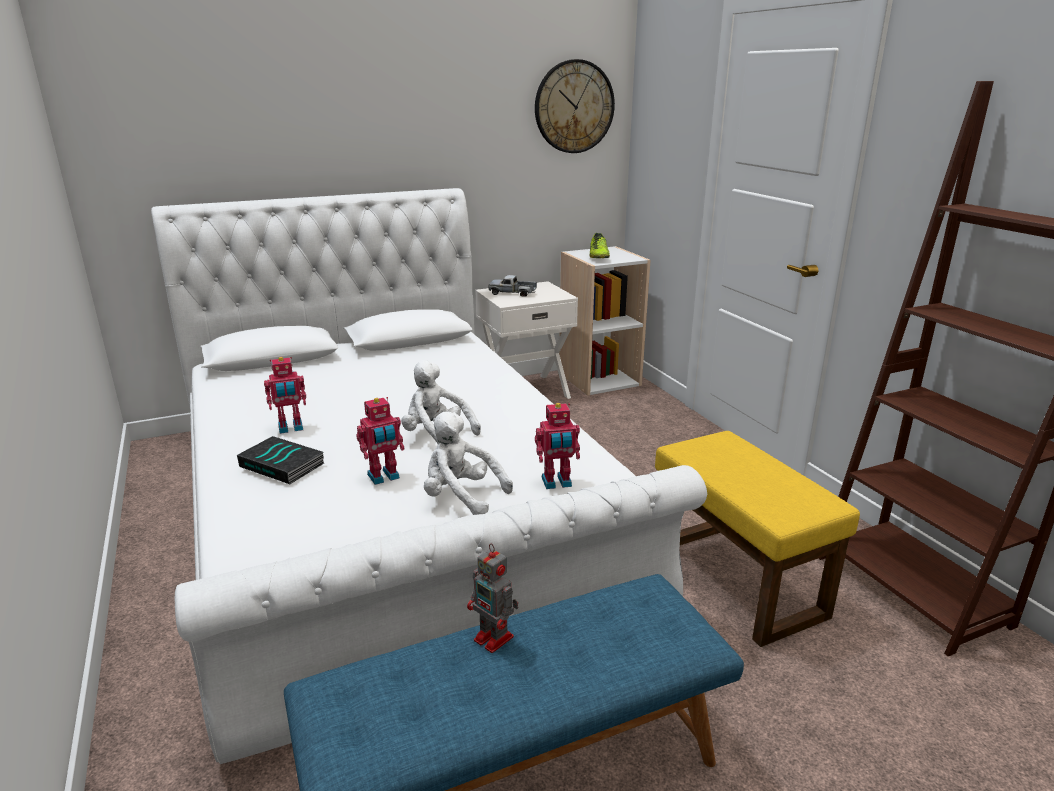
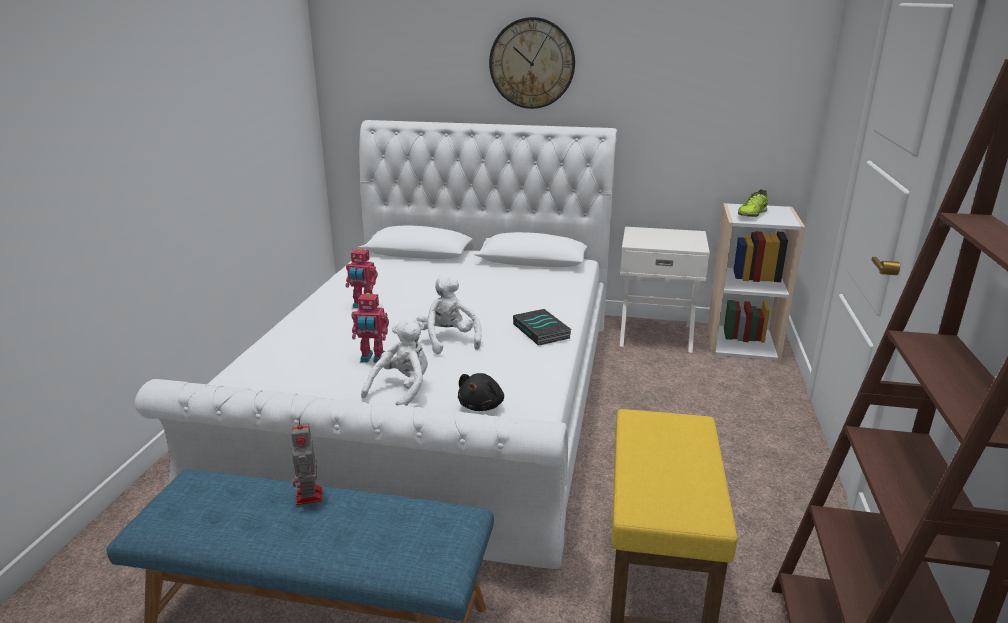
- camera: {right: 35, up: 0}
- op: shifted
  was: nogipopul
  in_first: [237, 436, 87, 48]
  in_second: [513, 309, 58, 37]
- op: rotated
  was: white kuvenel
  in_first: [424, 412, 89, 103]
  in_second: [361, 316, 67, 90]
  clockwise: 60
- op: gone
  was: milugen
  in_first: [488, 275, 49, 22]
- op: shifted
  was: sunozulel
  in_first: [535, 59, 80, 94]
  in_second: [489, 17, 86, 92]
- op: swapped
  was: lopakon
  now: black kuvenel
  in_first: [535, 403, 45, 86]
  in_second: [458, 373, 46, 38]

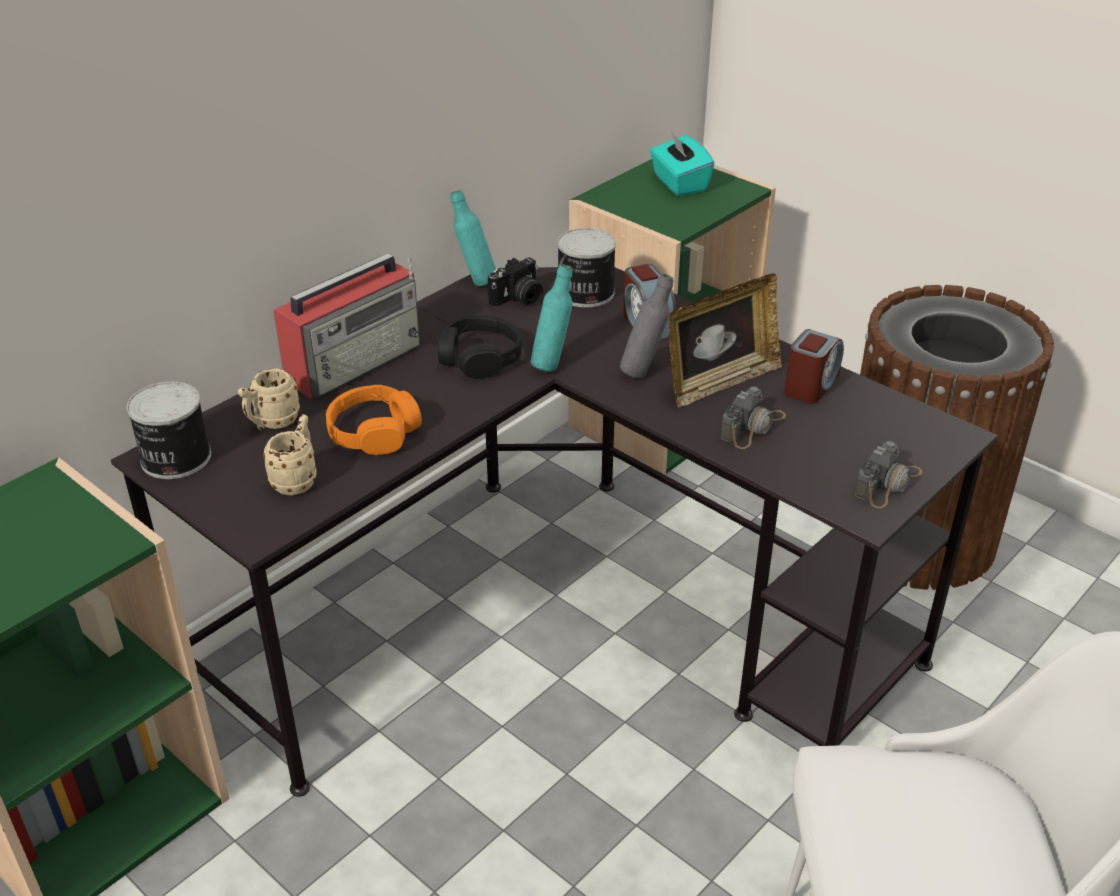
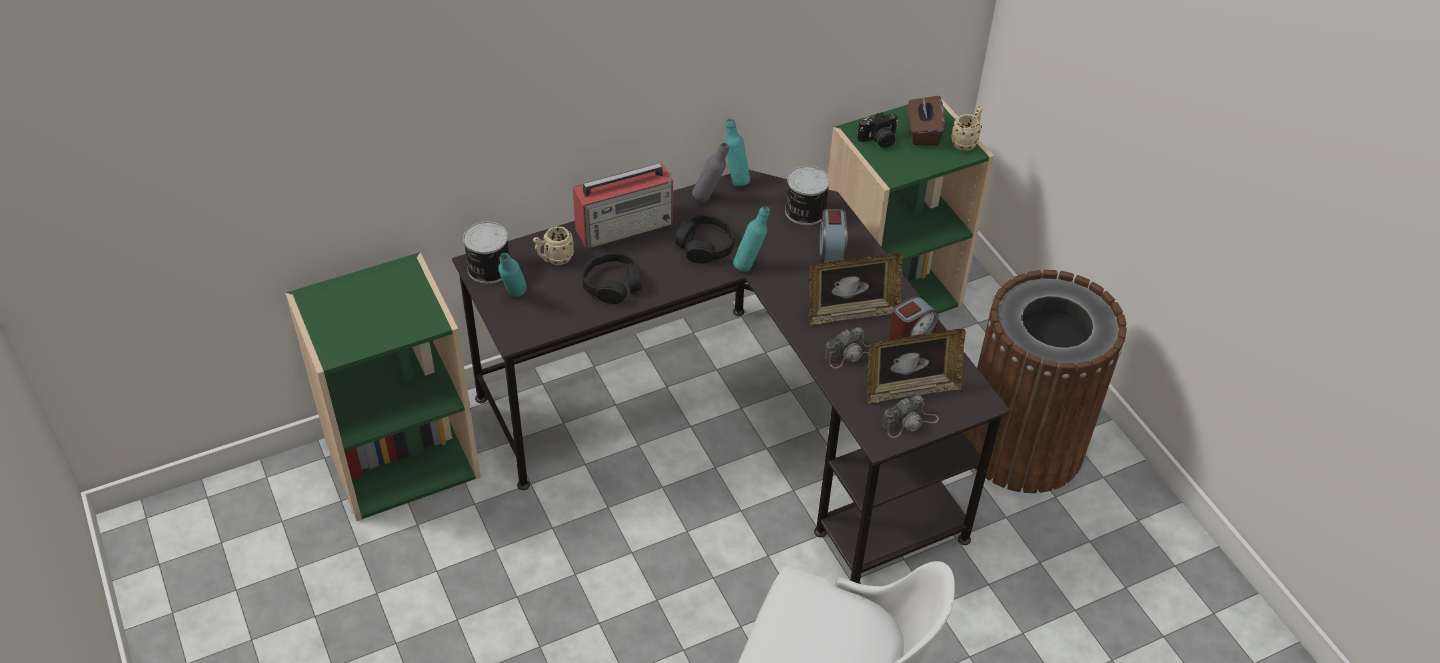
- camera: {right: 20, up: 10}
- op: shifted
  was: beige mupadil
  in_first: [263, 414, 54, 81]
  in_second: [951, 107, 32, 44]
- op: repainted
  was: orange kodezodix
  now: black kodezodix
  in_first: [326, 385, 96, 70]
  in_second: [582, 252, 59, 52]
- op: shifted
  was: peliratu
  in_first: [488, 257, 55, 49]
  in_second: [857, 112, 41, 36]
- op: shifted
  was: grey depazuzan
  in_first: [620, 274, 53, 104]
  in_second: [692, 143, 37, 59]
- op: repainted
  was: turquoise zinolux
  now: brown zinolux
  in_first: [650, 131, 64, 65]
  in_second: [908, 95, 37, 51]
- op: new
  now: turquoise depazuzan
  in_second: [498, 253, 29, 44]
- op: new
  now: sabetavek
  in_second: [866, 329, 100, 74]

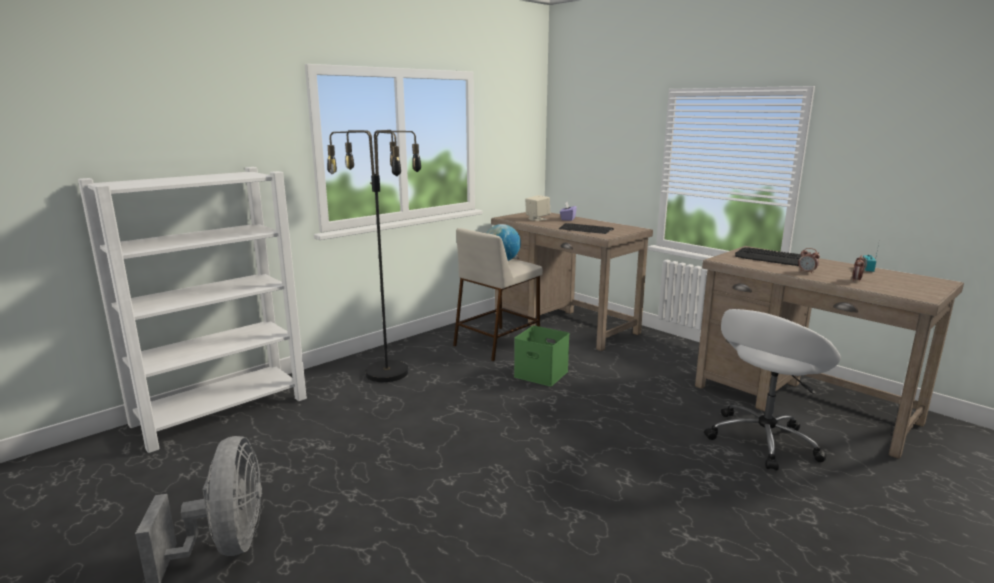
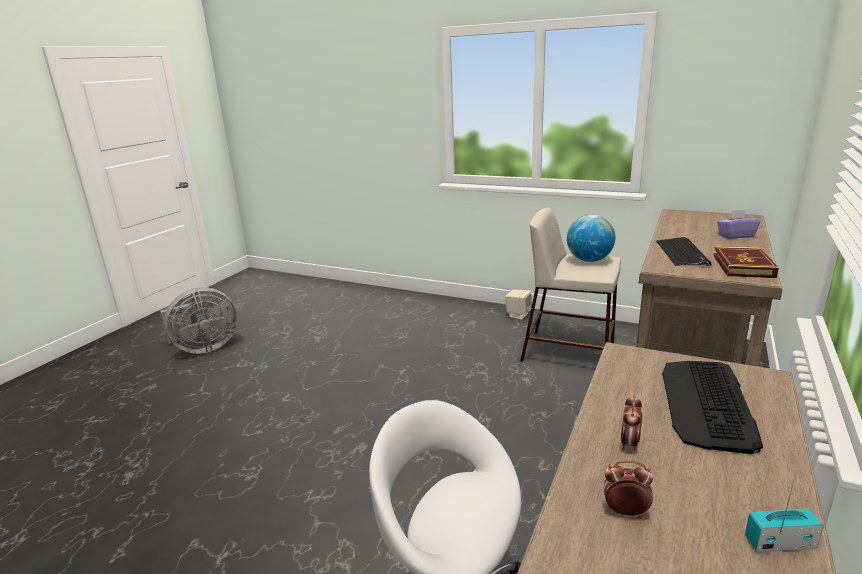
- camera: {right: 70, up: 5}
- op: gone
  was: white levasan
  in_first: [78, 167, 229, 286]
- op: gone
  was: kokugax
  in_first: [327, 130, 94, 252]
- op: gone
  was: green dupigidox
  in_first: [514, 326, 56, 61]
- op: shifted
  was: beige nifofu
  in_first: [525, 195, 25, 26]
  in_second: [505, 289, 27, 31]
- op: new
  now: nogipopul
  in_second: [713, 246, 66, 32]

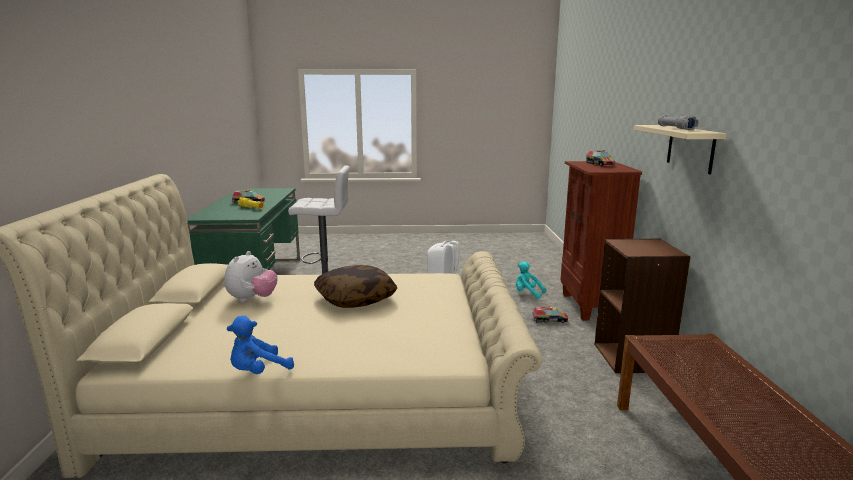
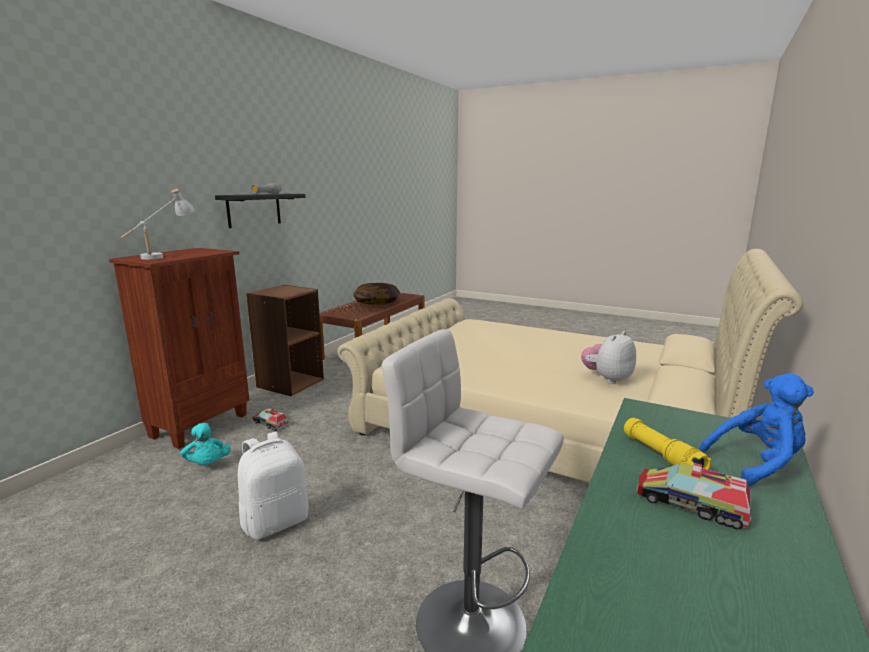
- camera: {right: -150, up: 0}
- op: shifted
  was: blue kuvenel
  in_first: [227, 316, 67, 58]
  in_second: [699, 373, 115, 114]
- op: shifted
  was: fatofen
  in_first: [314, 265, 83, 43]
  in_second: [353, 283, 47, 22]
- op: swapped
  was: milugen
  now: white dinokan
  in_first: [586, 150, 29, 16]
  in_second: [120, 189, 74, 71]
- op: repainted
  was: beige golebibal
  now: black golebibal
  in_first: [634, 125, 93, 49]
  in_second: [215, 194, 91, 34]

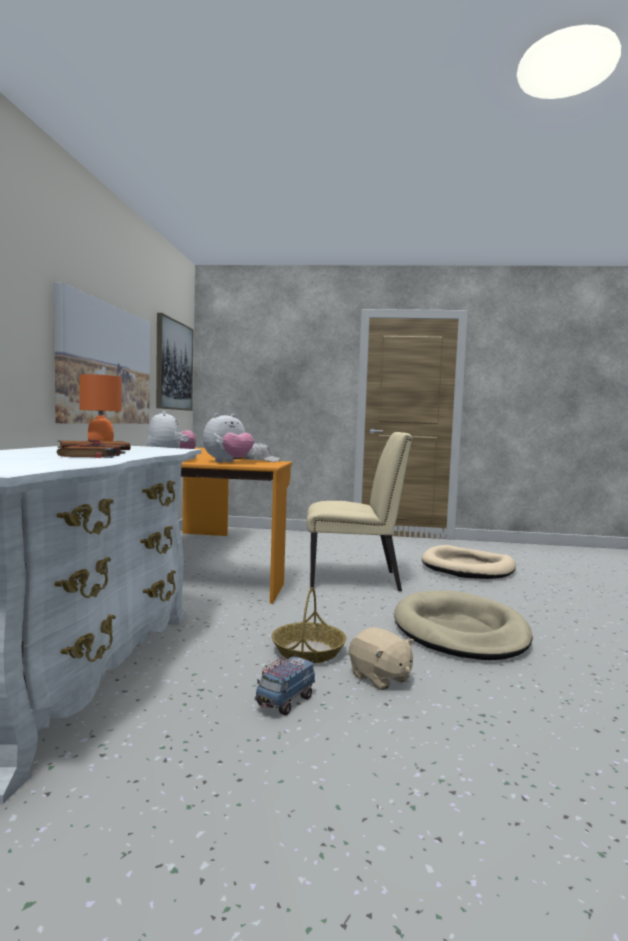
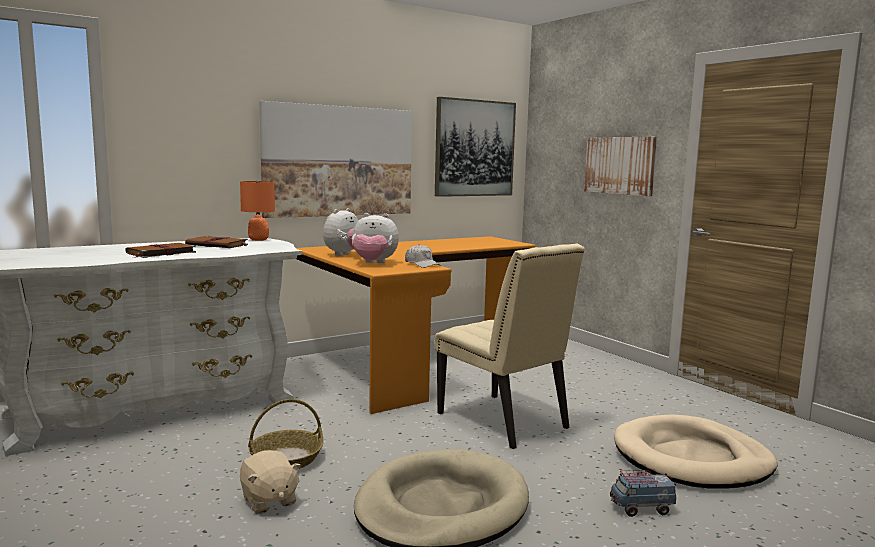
- camera: {right: 50, up: 5}
- op: shifted
  was: milugen
  in_first: [255, 654, 60, 61]
  in_second: [610, 470, 66, 47]
- op: rotated
  was: beige kuvenel
  in_first: [349, 627, 65, 63]
  in_second: [240, 450, 61, 64]
  clockwise: -45
- op: new
  now: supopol
  in_second: [584, 137, 73, 59]

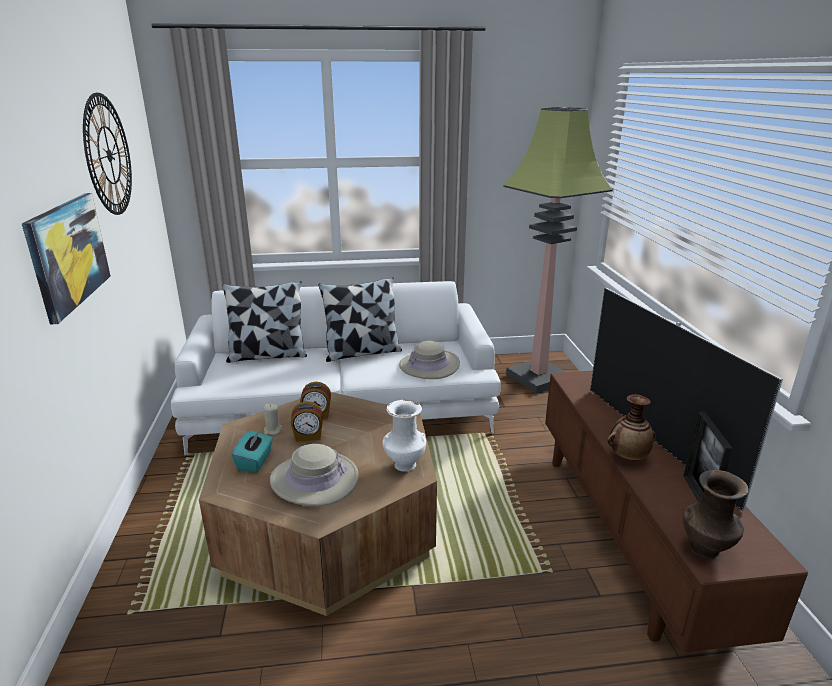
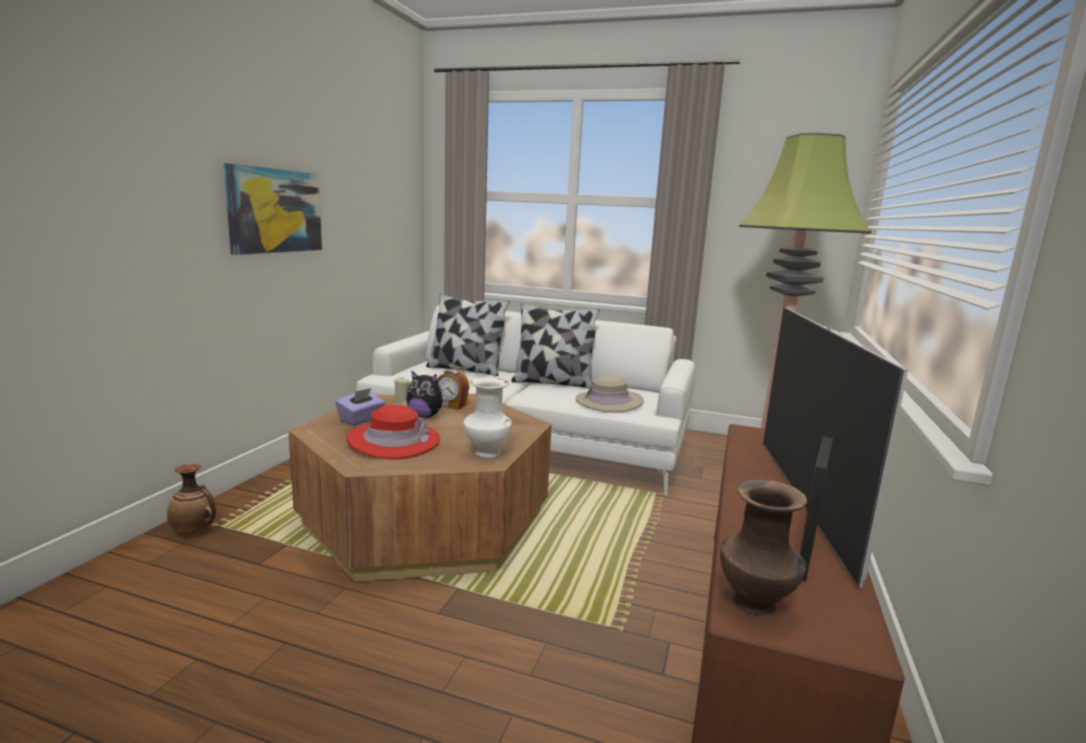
- camera: {right: 25, up: -10}
- op: gone
  was: sunozulel
  in_first: [83, 93, 49, 122]
- op: repainted
  was: turquoise zinolux
  now: purple zinolux
  in_first: [232, 430, 41, 42]
  in_second: [335, 388, 50, 38]
- op: repainted
  was: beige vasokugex
  now: red vasokugex
  in_first: [270, 444, 89, 62]
  in_second: [346, 405, 94, 54]
- op: swapped
  was: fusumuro
  now: kuvenel
  in_first: [291, 401, 32, 41]
  in_second: [406, 370, 43, 48]
- op: shifted
  was: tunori
  in_first: [607, 394, 49, 66]
  in_second: [167, 464, 49, 69]

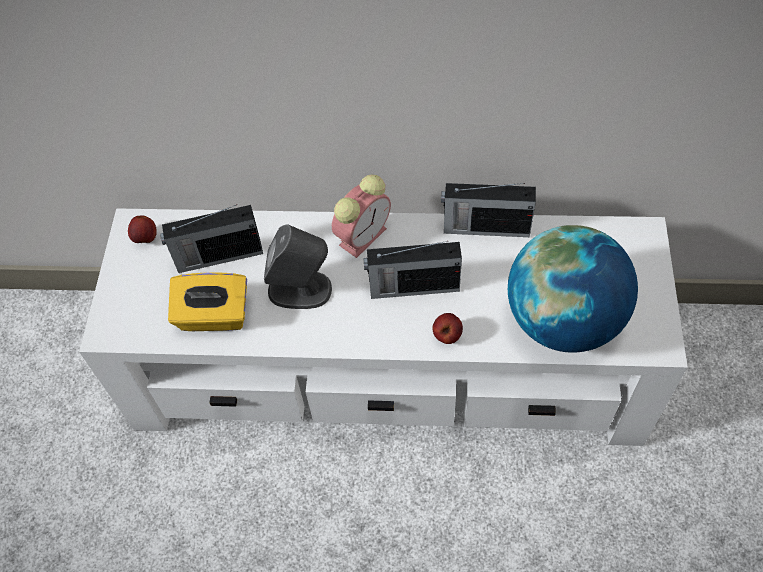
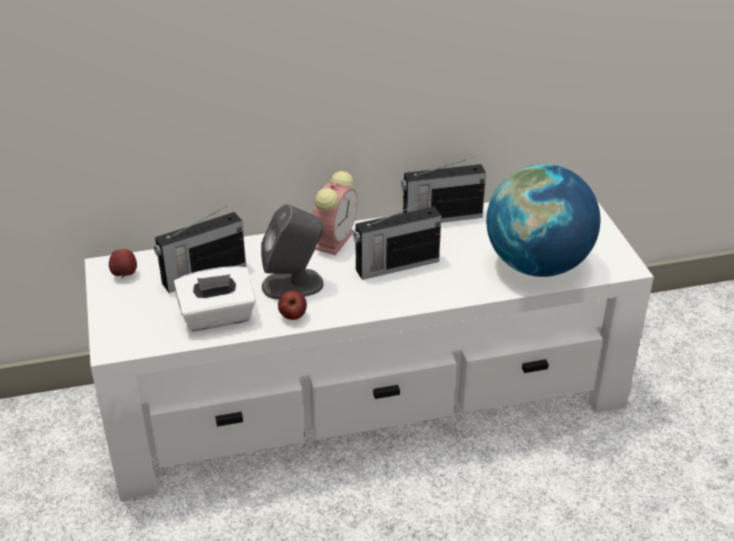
- camera: {right: -20, up: -20}
- op: repainted
  was: yellow zinolux
  now: white zinolux
  in_first: [168, 272, 79, 59]
  in_second: [174, 266, 82, 65]
- op: shifted
  was: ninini
  in_first: [432, 313, 31, 31]
  in_second: [278, 290, 29, 30]

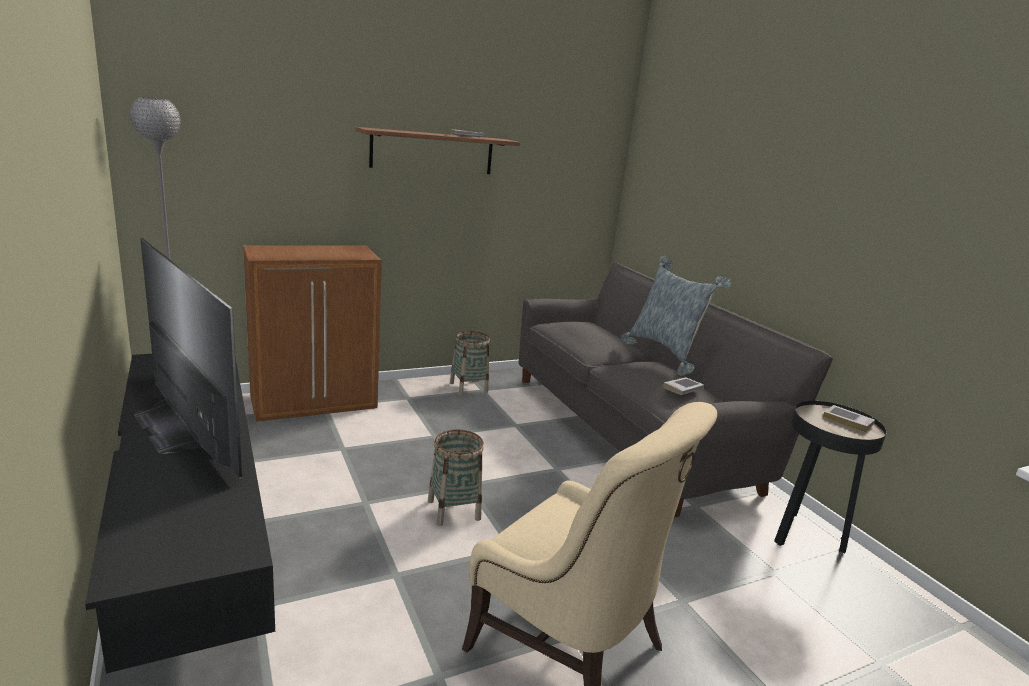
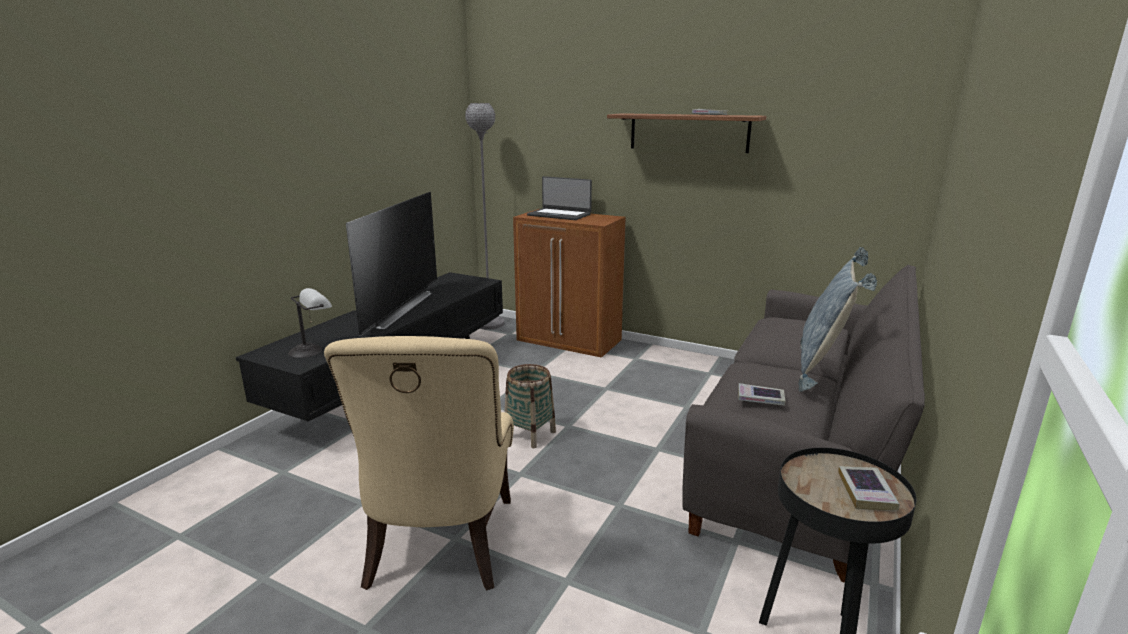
- camera: {right: 55, up: 0}
- op: gone
  was: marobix
  in_first: [450, 331, 40, 64]
- op: new
  now: dinokan
  in_second: [289, 288, 43, 70]
- op: new
  now: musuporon
  in_second: [527, 176, 65, 44]

